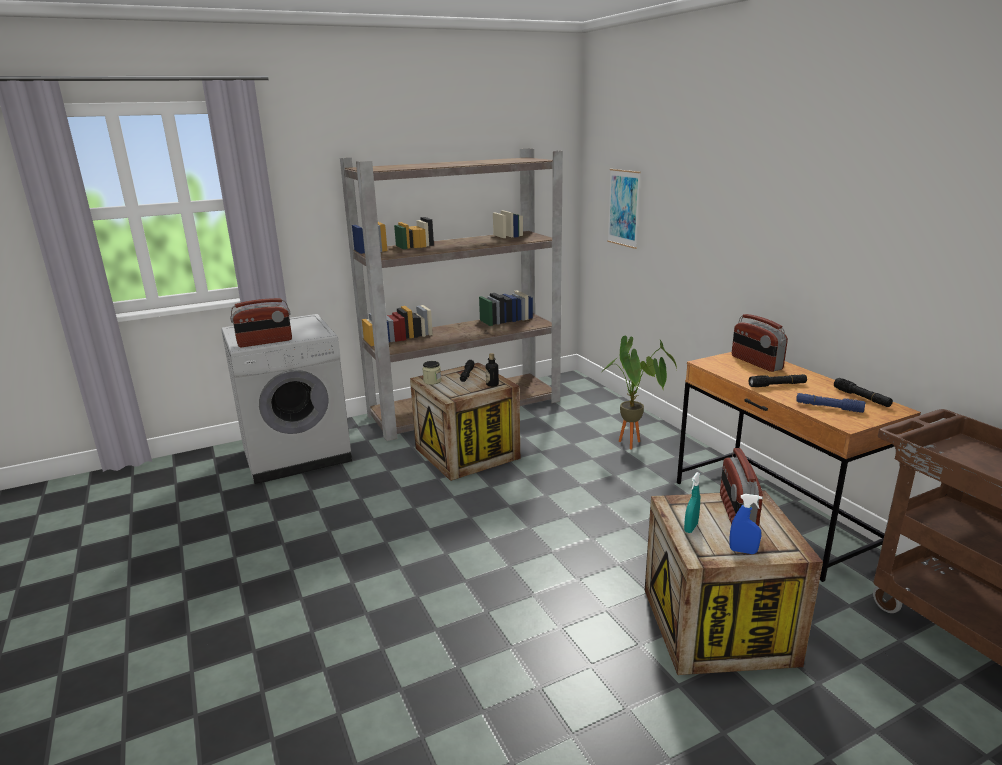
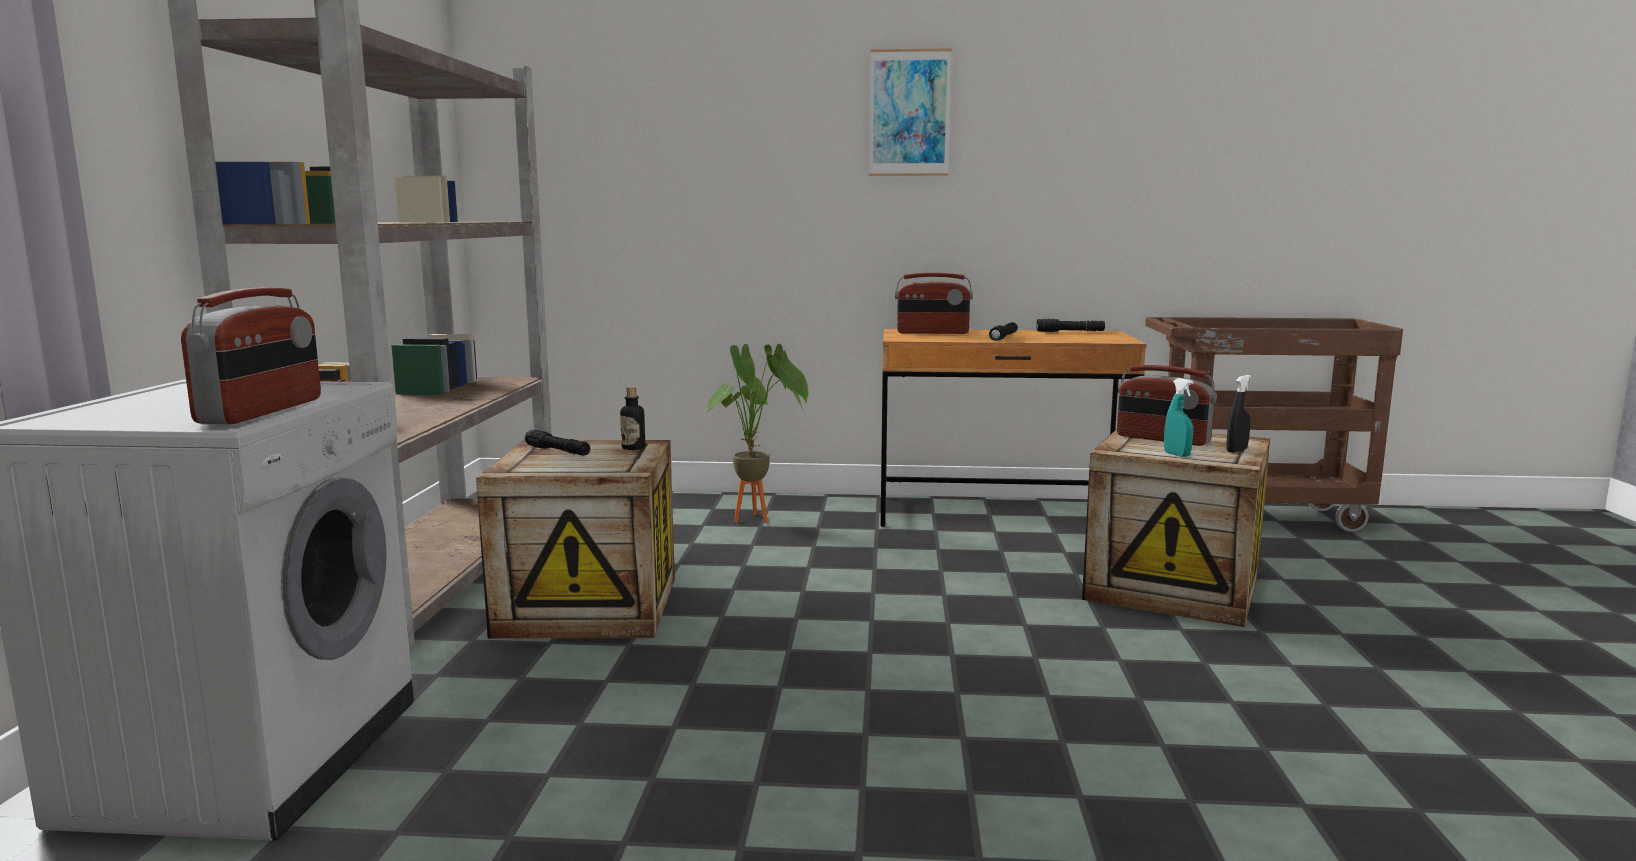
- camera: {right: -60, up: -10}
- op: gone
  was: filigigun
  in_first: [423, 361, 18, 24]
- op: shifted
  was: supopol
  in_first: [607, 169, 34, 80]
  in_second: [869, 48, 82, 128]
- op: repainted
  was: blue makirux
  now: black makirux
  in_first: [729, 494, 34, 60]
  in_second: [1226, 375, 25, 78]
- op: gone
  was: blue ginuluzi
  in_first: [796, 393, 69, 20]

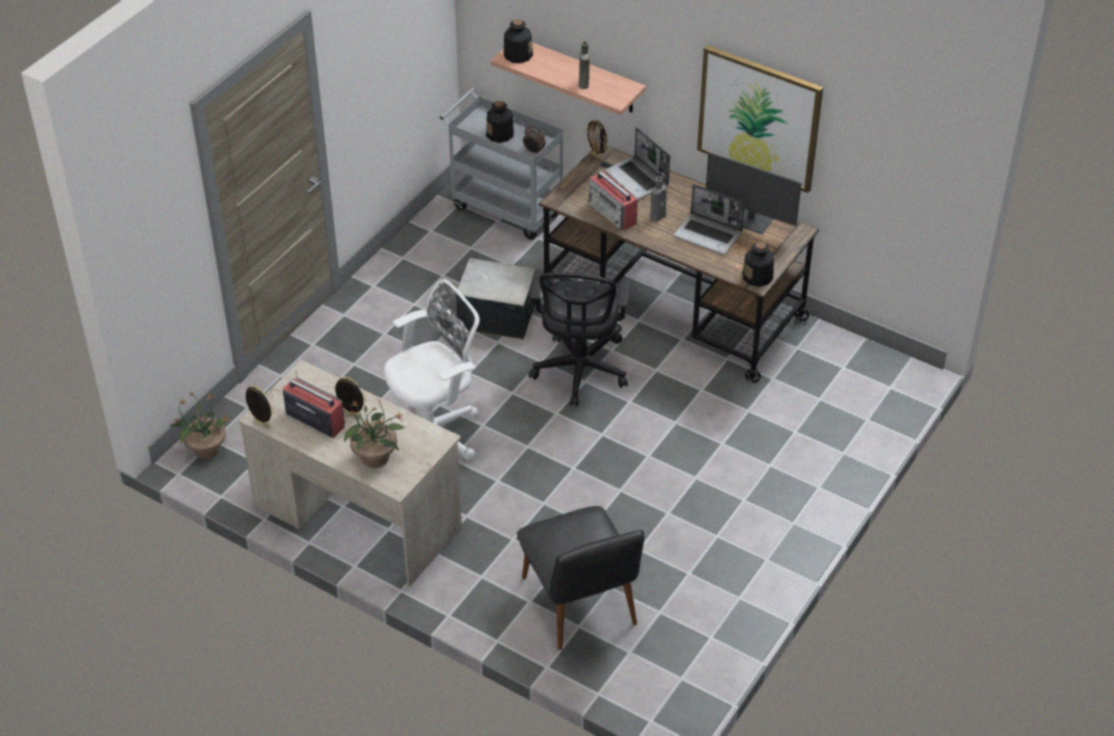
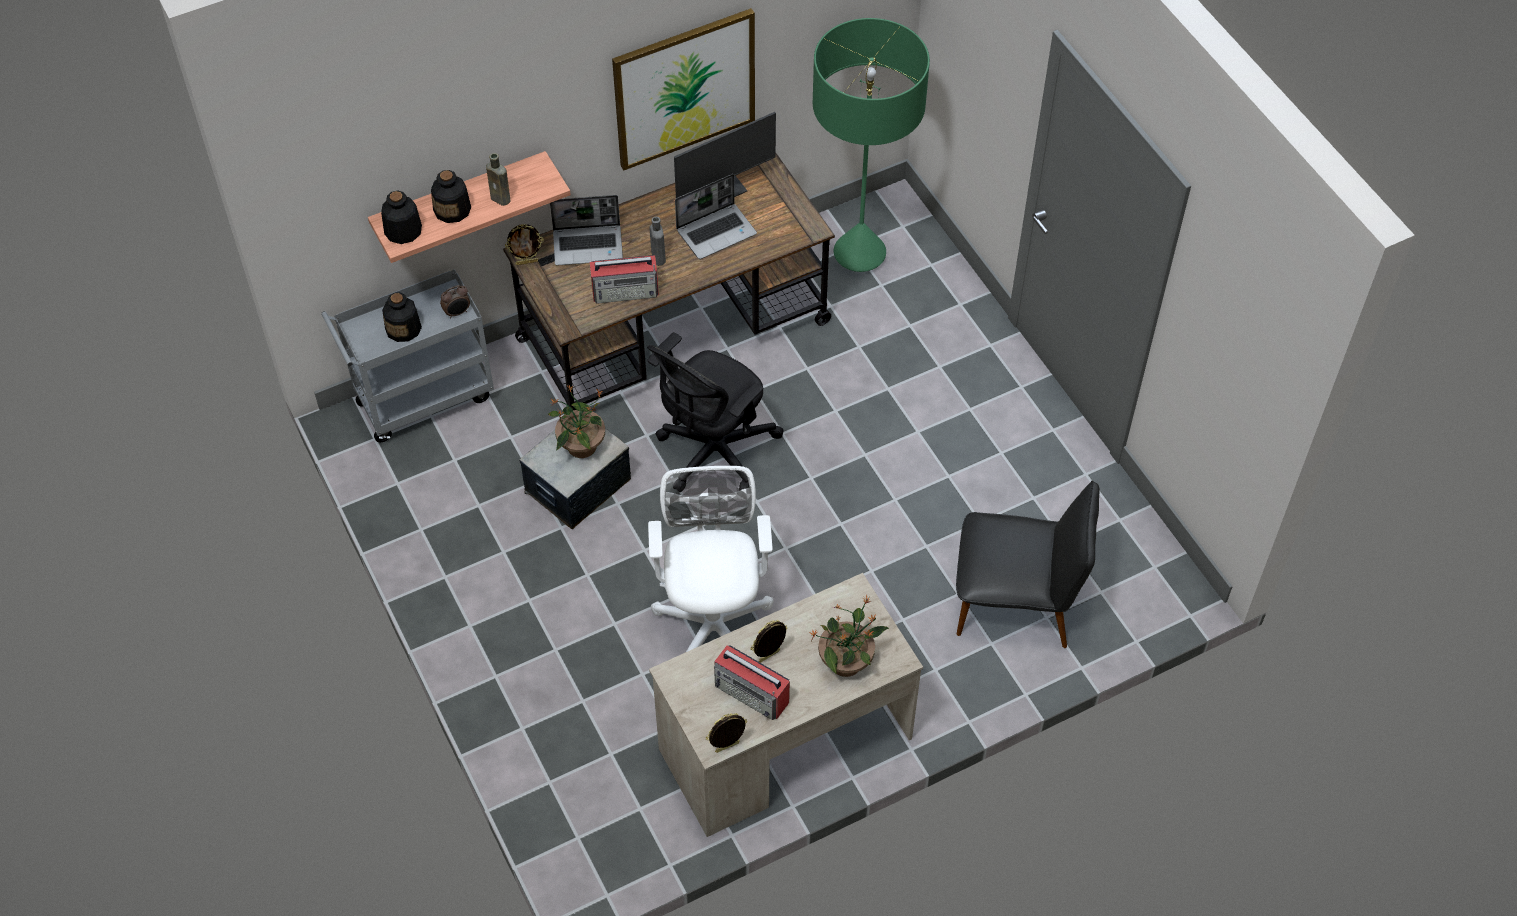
- camera: {right: -60, up: 10}
- op: shifted
  was: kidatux
  in_first: [170, 391, 60, 68]
  in_second: [548, 385, 57, 73]
- op: rotated
  was: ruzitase
  in_first: [283, 371, 62, 67]
  in_second: [714, 645, 76, 75]
  clockwise: -120
- op: rotated
  was: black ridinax
  in_first: [528, 272, 102, 134]
  in_second: [647, 332, 137, 158]
  clockwise: 90
- op: shifted
  was: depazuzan
  in_first: [742, 242, 32, 45]
  in_second: [431, 170, 40, 53]
- op: new
  now: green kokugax
  in_second: [813, 18, 117, 254]

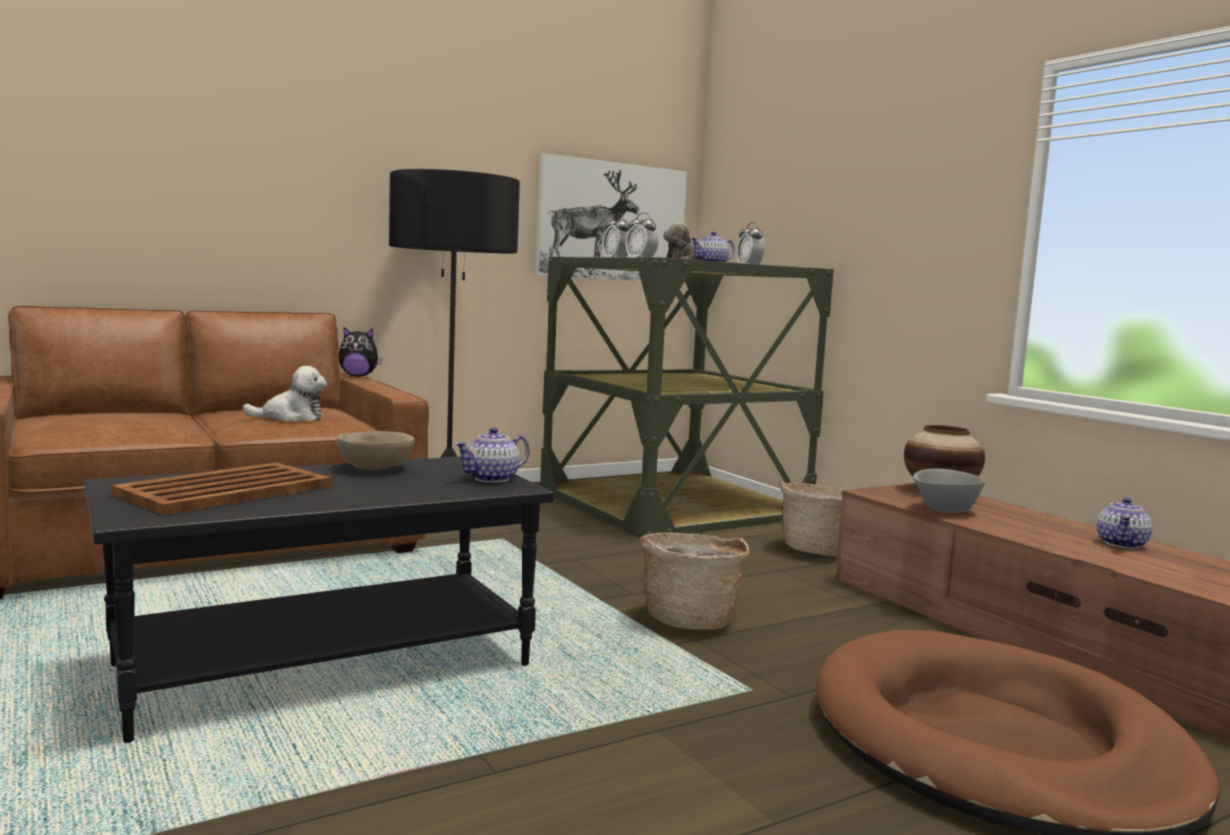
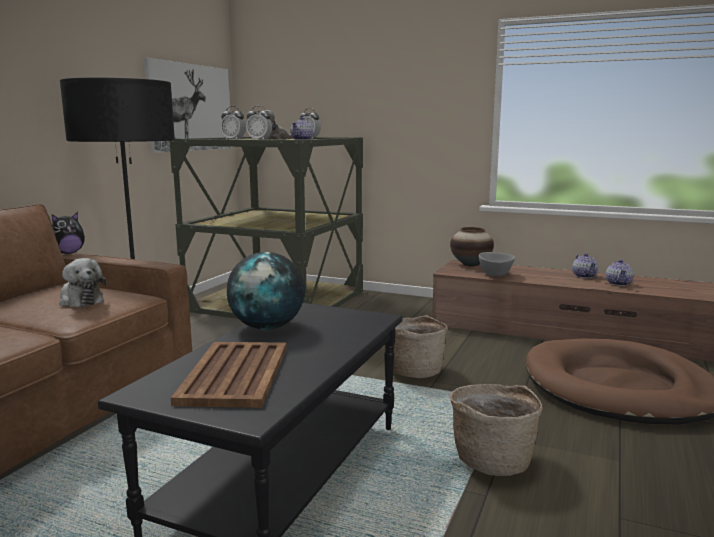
- camera: {right: -35, up: 5}
- op: rotated
  was: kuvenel
  in_first: [243, 366, 84, 56]
  in_second: [59, 258, 47, 49]
  clockwise: 90
- op: swapped
  was: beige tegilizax
  now: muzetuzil
  in_first: [337, 431, 78, 39]
  in_second: [227, 252, 78, 78]
- op: shifted
  was: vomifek
  in_first: [455, 427, 75, 56]
  in_second: [606, 260, 27, 26]
- op: shifted
  was: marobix
  in_first: [778, 481, 70, 75]
  in_second: [450, 384, 92, 92]

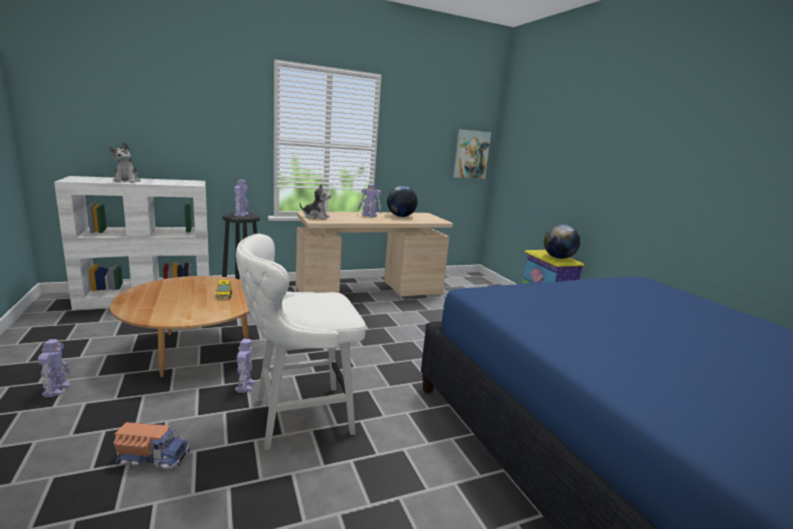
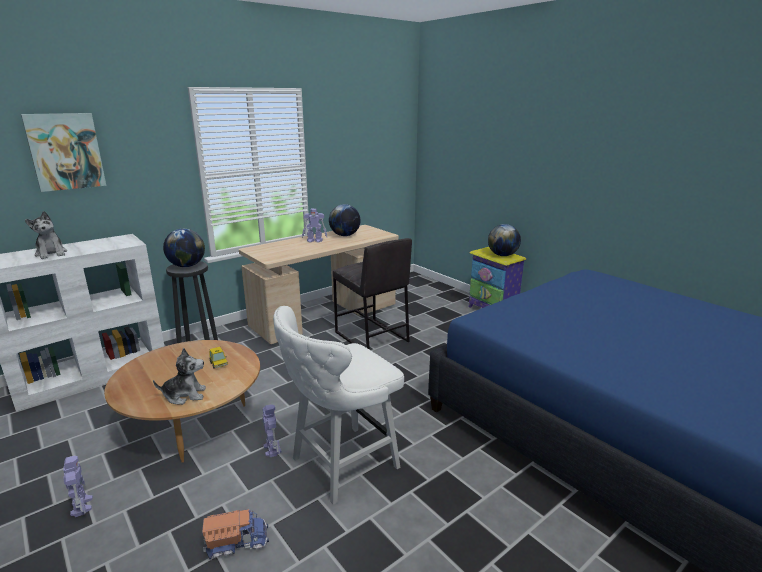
- camera: {right: -15, up: 5}
- op: swapped
  was: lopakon
  now: muzetuzil
  in_first: [234, 180, 15, 37]
  in_second: [163, 229, 42, 38]
- op: shifted
  was: kuvenel
  in_first: [299, 184, 32, 36]
  in_second: [153, 348, 53, 57]
- op: shifted
  was: supopol
  in_first: [452, 129, 39, 50]
  in_second: [21, 113, 85, 79]
- op: new
  now: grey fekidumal
  in_second: [333, 238, 79, 112]

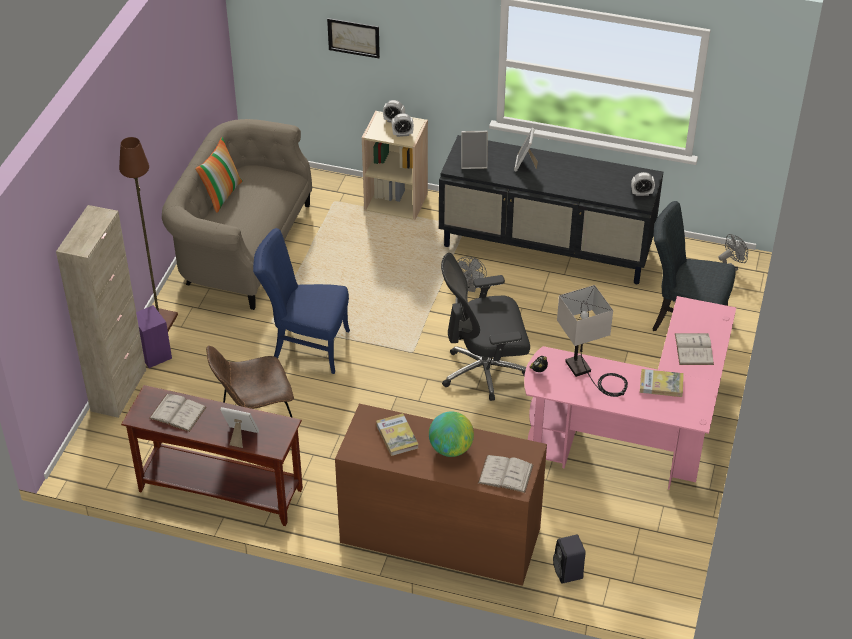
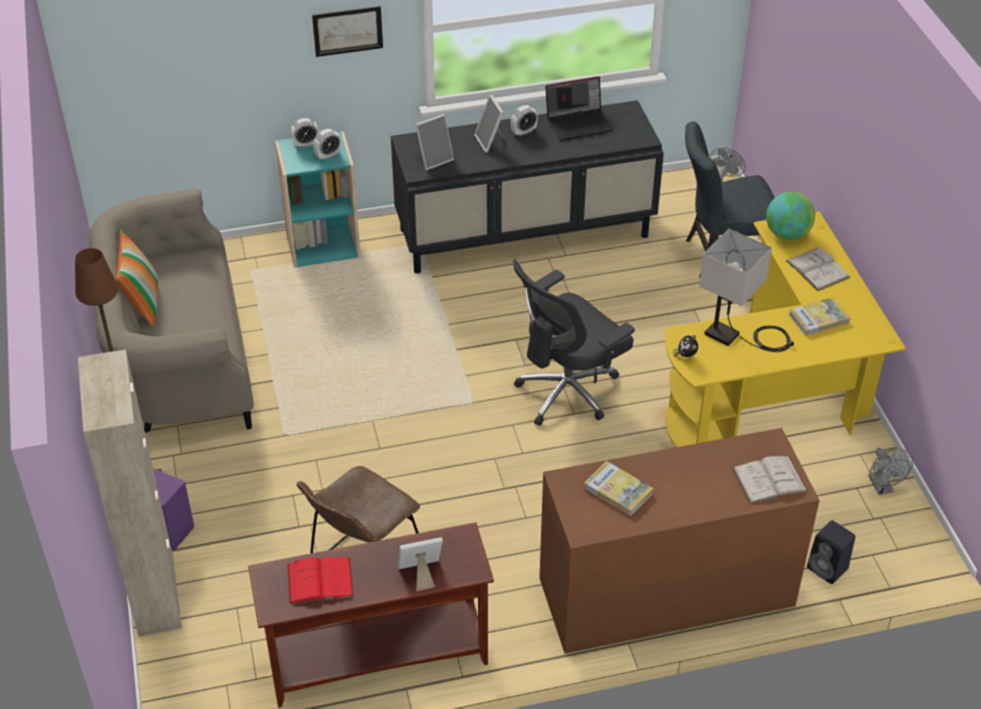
- camera: {right: -30, up: 0}
- op: repainted
  was: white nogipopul
  now: red nogipopul
  in_first: [149, 394, 58, 38]
  in_second: [287, 557, 67, 47]
- op: gone
  was: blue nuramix
  in_first: [253, 228, 97, 146]
- op: shifted
  was: supopol
  in_first: [327, 18, 53, 40]
  in_second: [312, 6, 71, 51]
- op: repainted
  was: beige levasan
  now: turquoise levasan
  in_first: [362, 111, 66, 109]
  in_second: [275, 131, 86, 137]
- op: shifted
  was: muzetuzil
  in_first: [429, 411, 45, 46]
  in_second: [766, 192, 49, 48]
- op: shifted
  was: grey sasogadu
  in_first: [458, 257, 29, 35]
  in_second: [868, 448, 45, 47]
- op: repainted
  was: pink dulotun
  now: yellow dulotun
  in_first: [524, 296, 212, 194]
  in_second: [665, 212, 241, 235]
- op: shifted
  was: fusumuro
  in_first: [631, 172, 24, 24]
  in_second: [511, 105, 27, 32]
- op: new
  now: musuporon
  in_second: [545, 76, 68, 65]

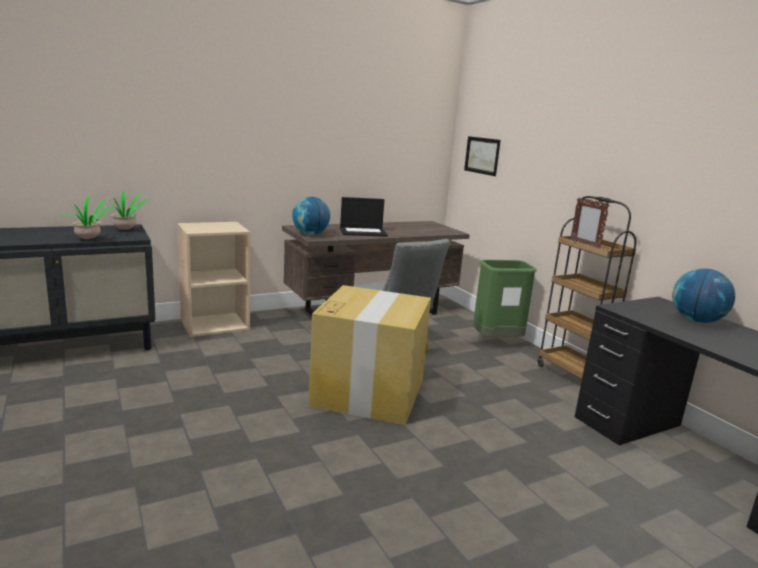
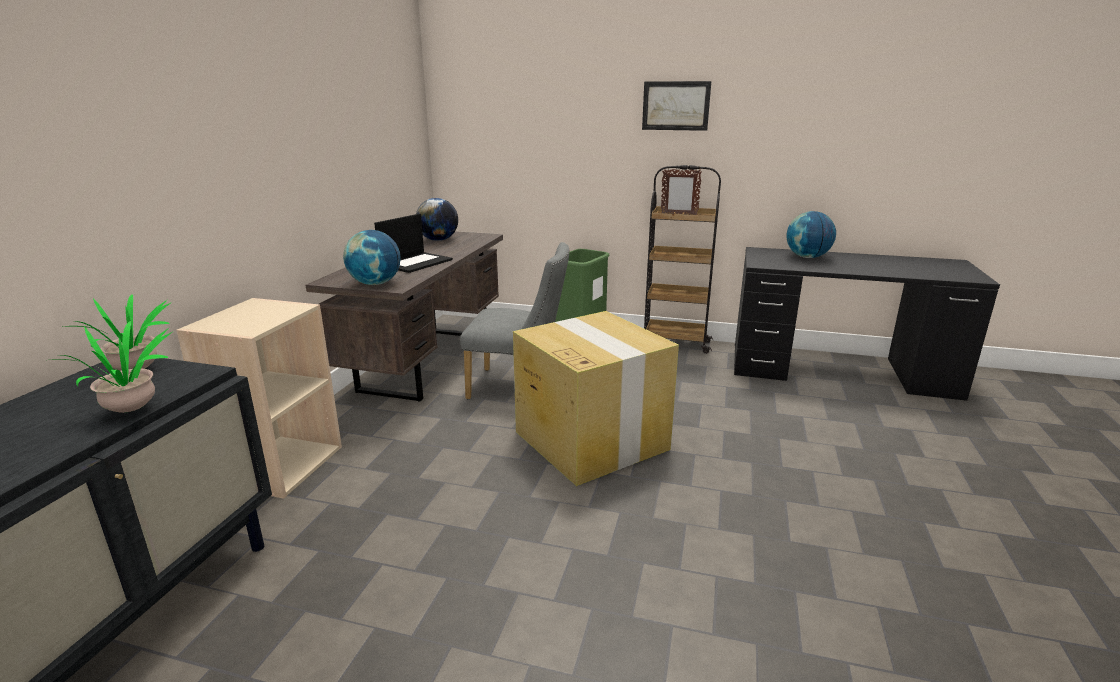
- camera: {right: -45, up: 5}
- op: shifted
  was: supopol
  in_first: [464, 136, 37, 40]
  in_second: [642, 81, 69, 50]
- op: new
  now: muzetuzil
  in_second: [416, 198, 42, 43]

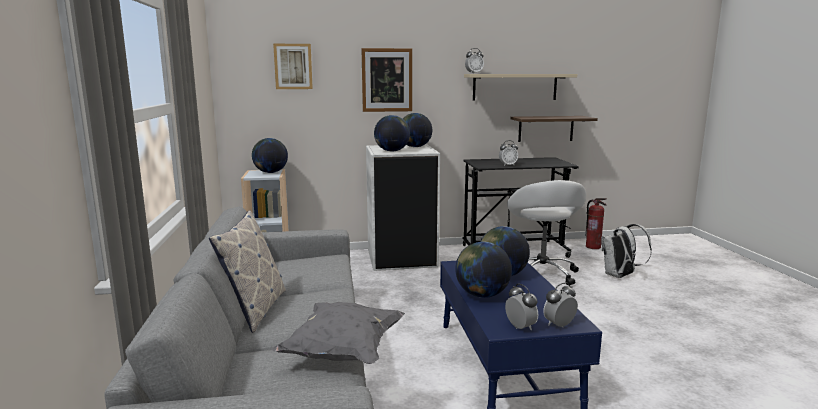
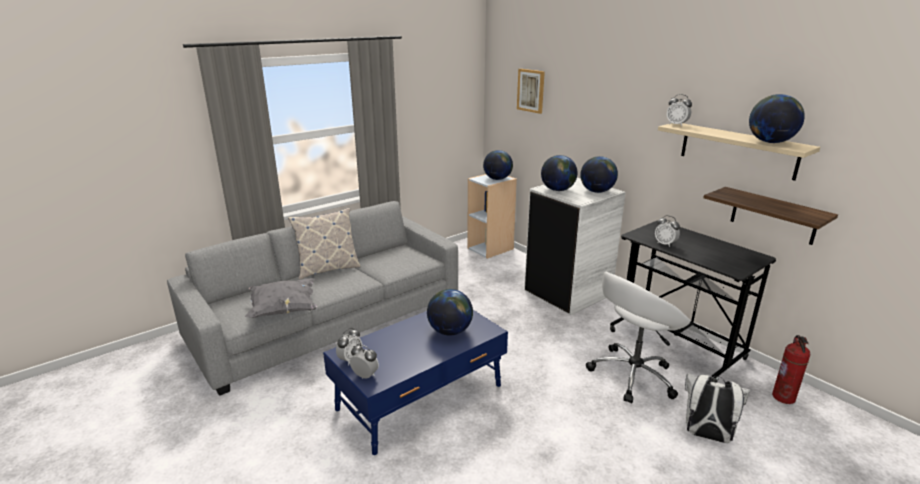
- camera: {right: 60, up: 10}
- op: gone
  was: supopol
  in_first: [361, 48, 51, 64]
- op: shifted
  was: muzetuzil
  in_first: [455, 242, 57, 56]
  in_second: [749, 94, 56, 49]

